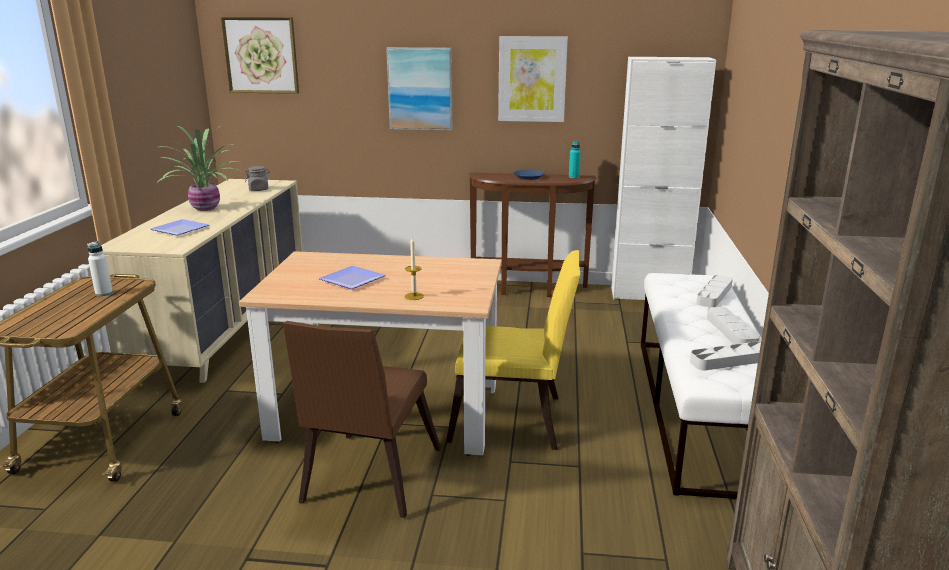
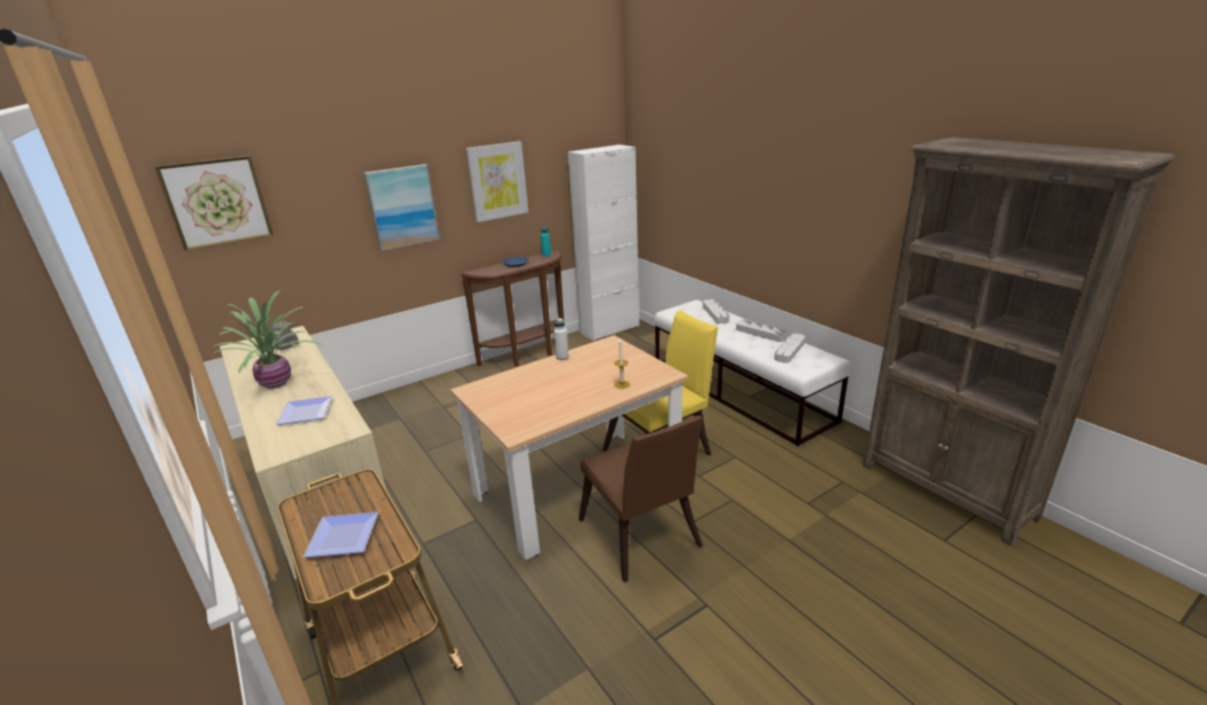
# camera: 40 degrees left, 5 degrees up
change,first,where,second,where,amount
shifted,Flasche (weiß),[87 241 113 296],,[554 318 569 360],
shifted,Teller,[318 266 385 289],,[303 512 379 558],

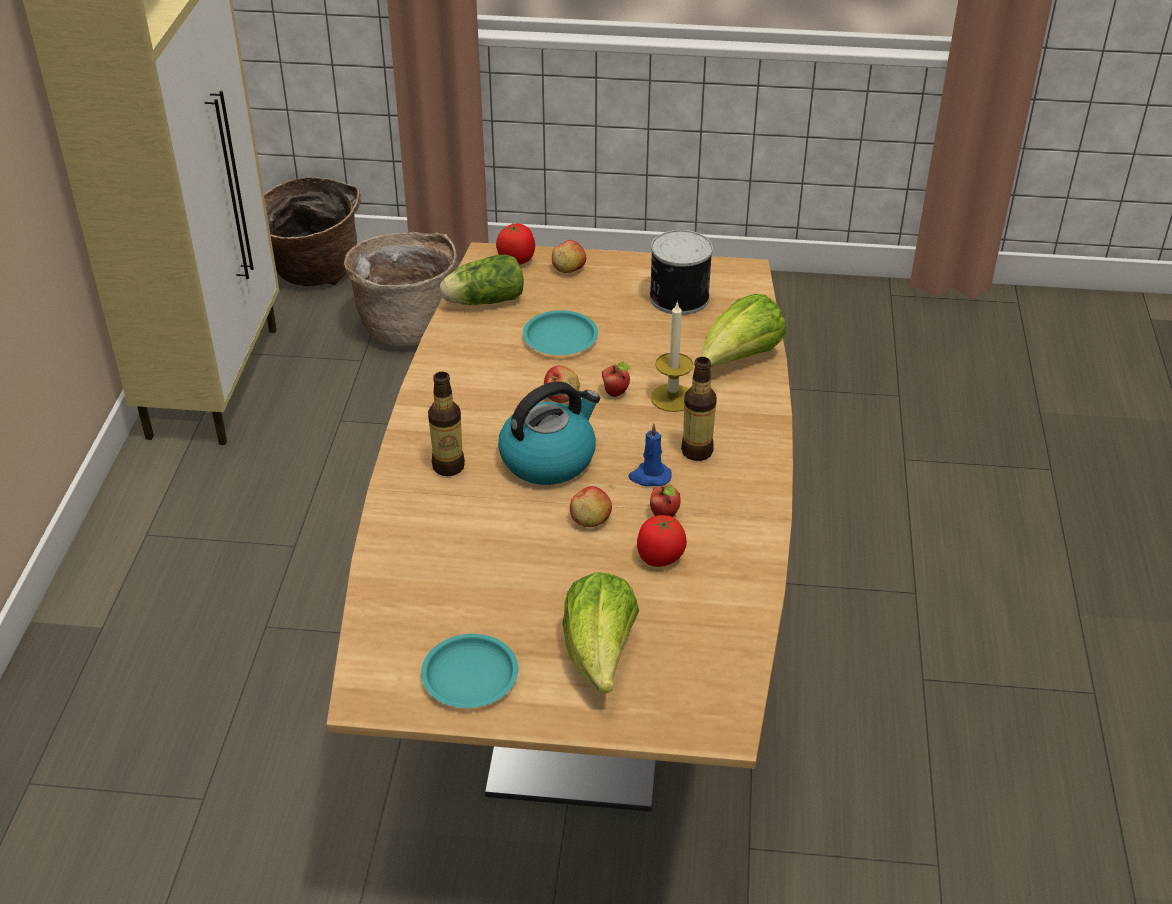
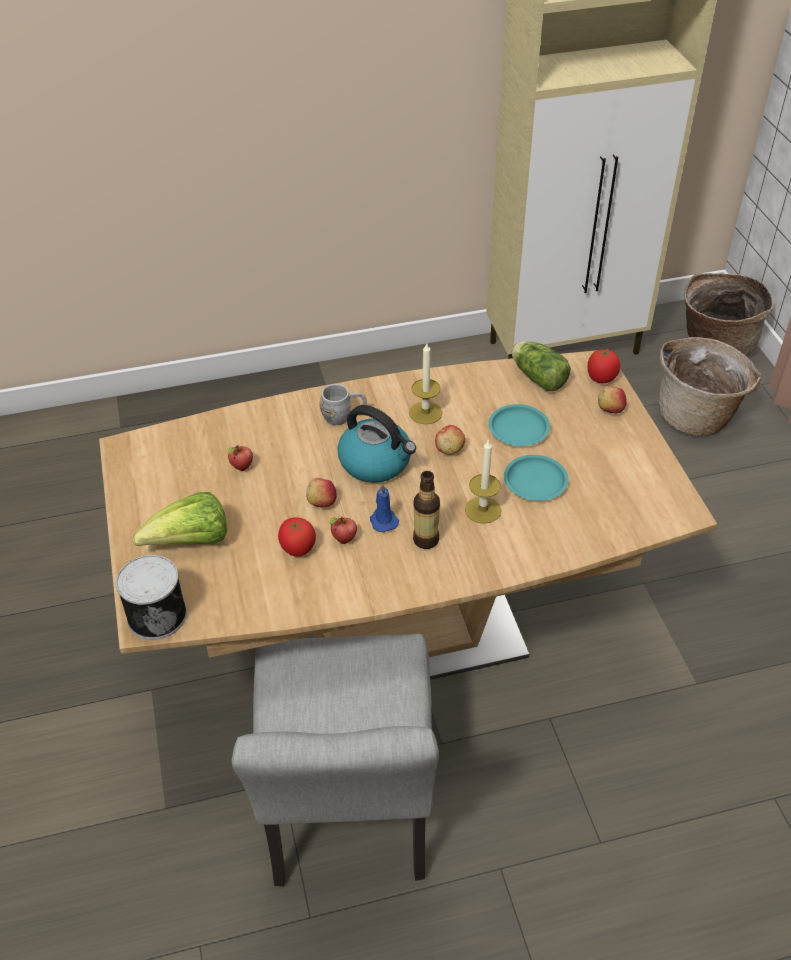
# camera: 70 degrees right, 5 degrees up
change,first,where,second,where,amount
gone,Salatkopf,[701 294 786 367],,,
new,,,Stuhl (grau),[232 634 439 887],
new,,,Kerze,[409 343 442 424],
shifted,Teller (türkis),[421 634 518 708],,[504 455 568 501],
shifted,Apfel,[602 361 630 397],,[228 445 253 471],
shifted,Dose,[649 230 713 315],,[116 555 187 640],
swapped,Flasche,[428 372 465 476],Henkelbecher (grau),[319 384 367 425],

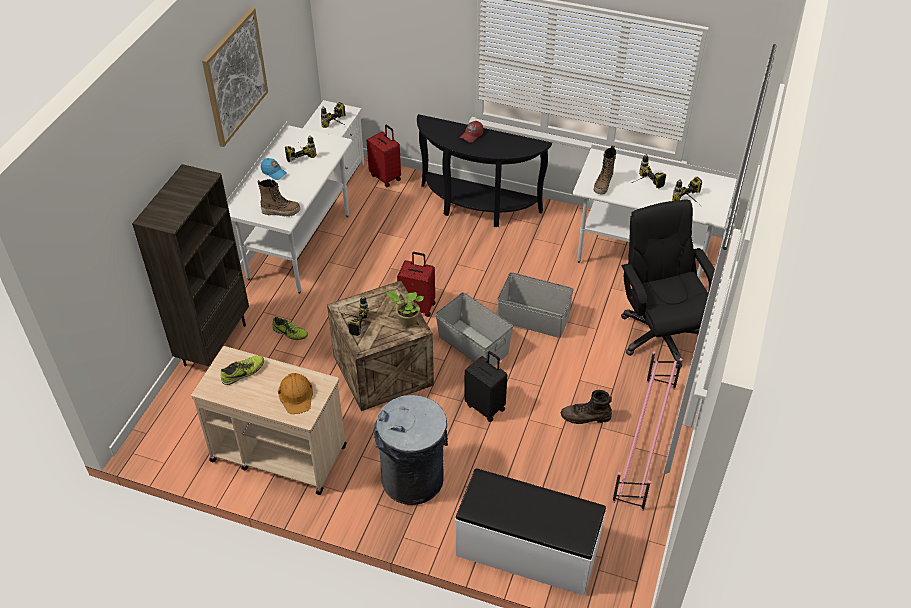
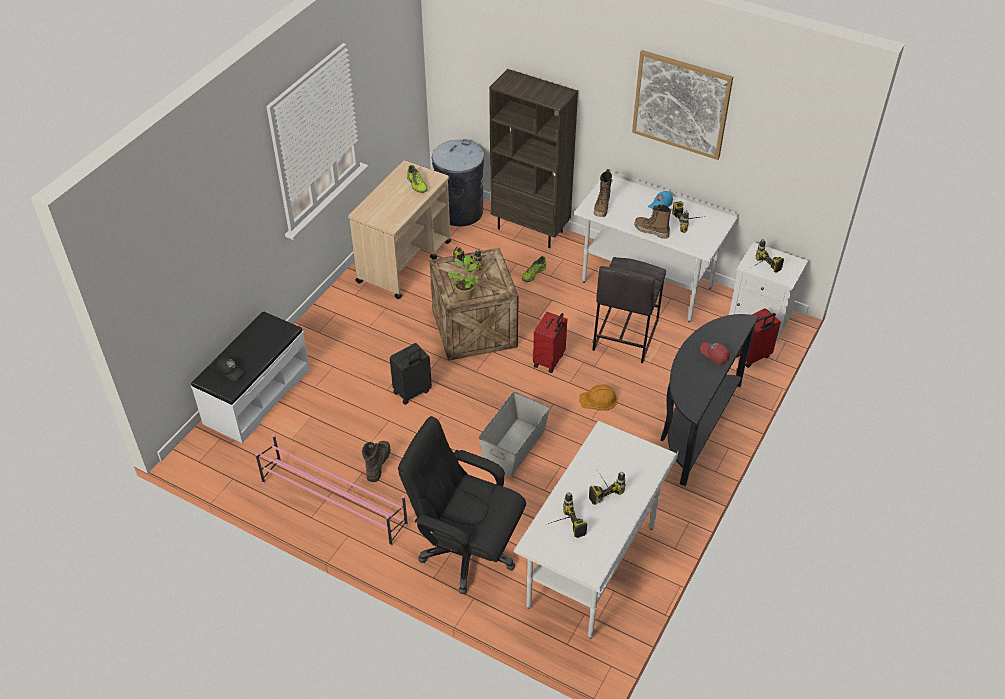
# camera: 100 degrees right, 0 degrees up
change,first,where,second,where,amount
gone,Aufbewahrungsbox (grau),[435 292 513 366],,,
new,,,Kappe (schwarz),[216 357 245 381],
new,,,Hocker (grau),[592 257 666 363],
shifted,Schutzhelm (orange),[278 373 313 414],,[579 384 618 411],
shifted,Mülleimer (grau),[374 395 448 505],,[432 139 484 226],
shifted,Stiefel,[594 145 616 194],,[634 205 672 239],
rotated,Bürostuhl (schwarz),[621 199 715 368],,[398 416 526 594],150 degrees counterclockwise

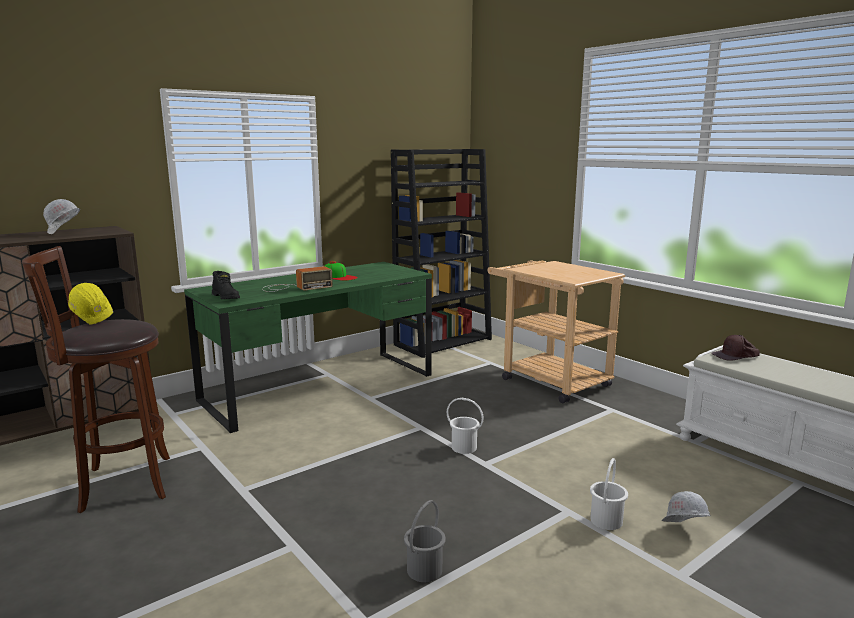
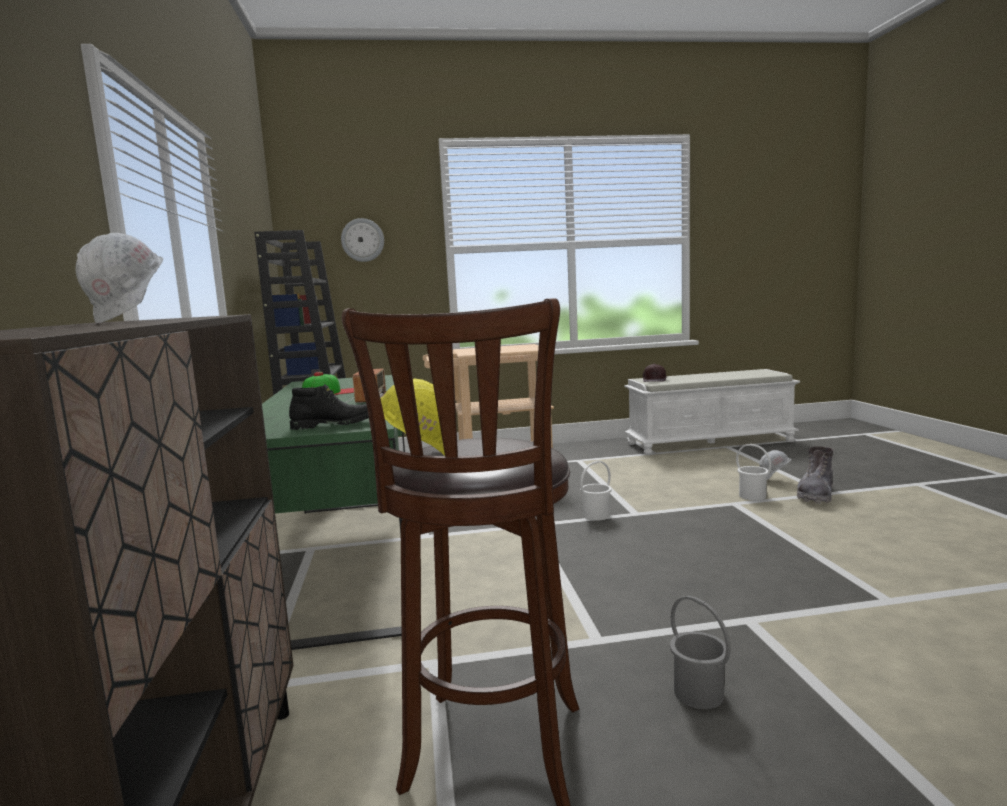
# camera: 60 degrees left, 5 degrees down
change,first,where,second,where,amount
new,,,Wanduhr,[341 218 384 262],
new,,,Stiefel (grau),[797 446 833 504],
shifted,Eimer (grau),[404 500 446 582],,[670 596 731 709],

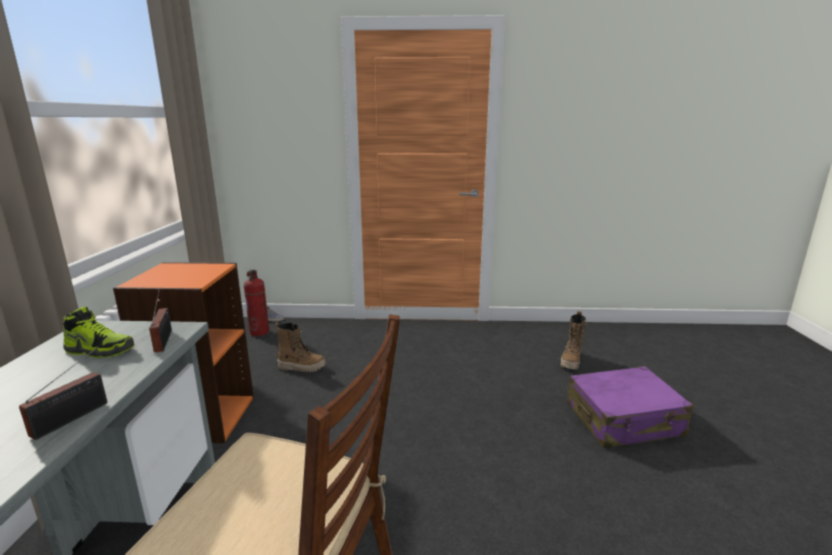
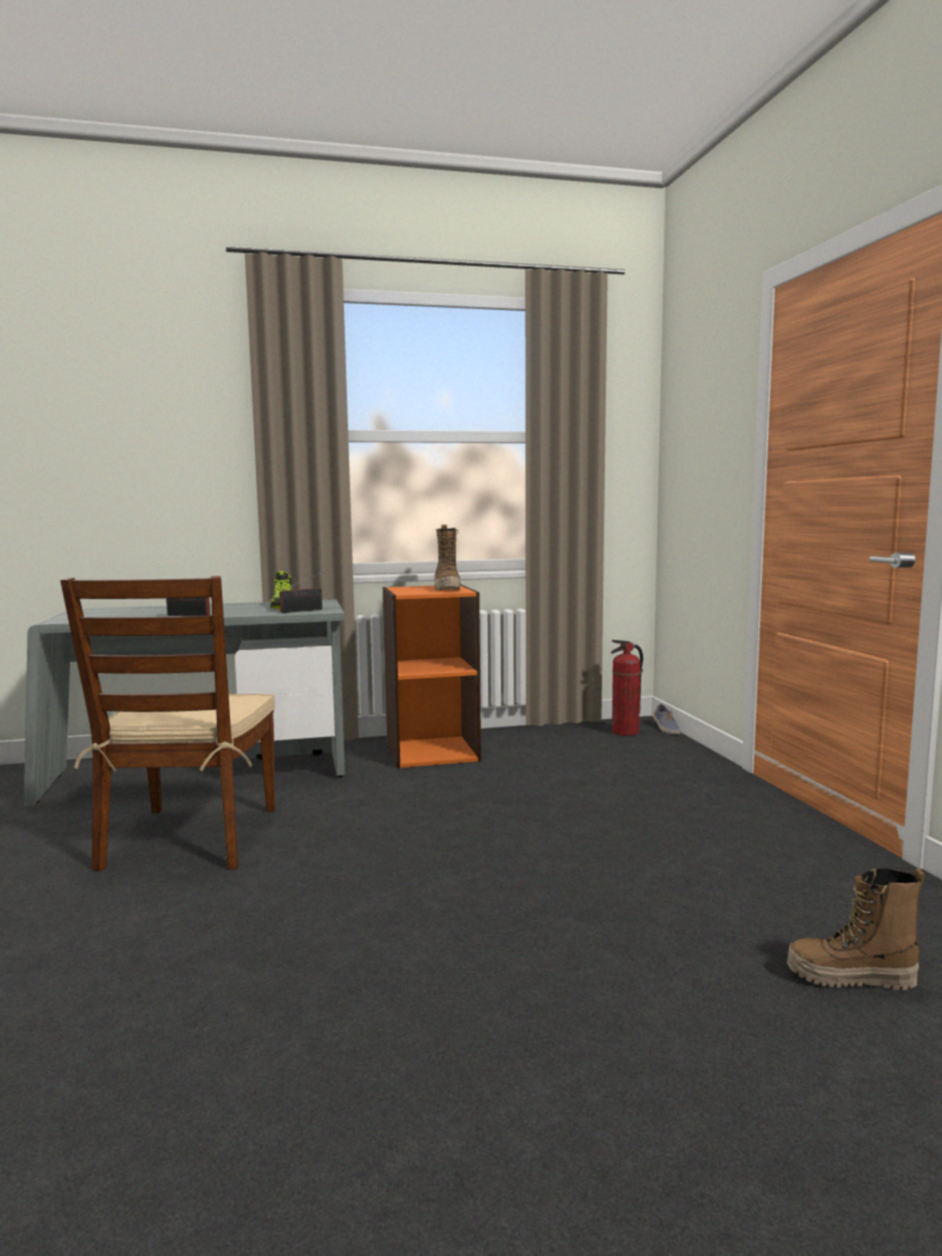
# camera: 75 degrees right, 10 degrees down
change,first,where,second,where,amount
gone,Koffer (lila),[567 366 693 448],,,
shifted,Stiefel,[275 322 326 372],,[434 525 461 590],

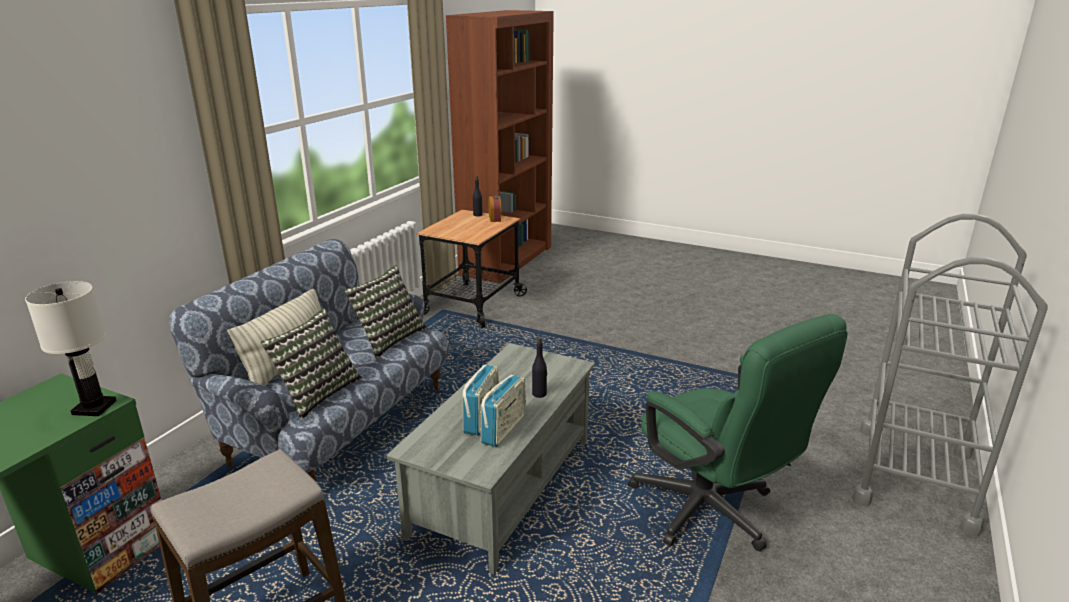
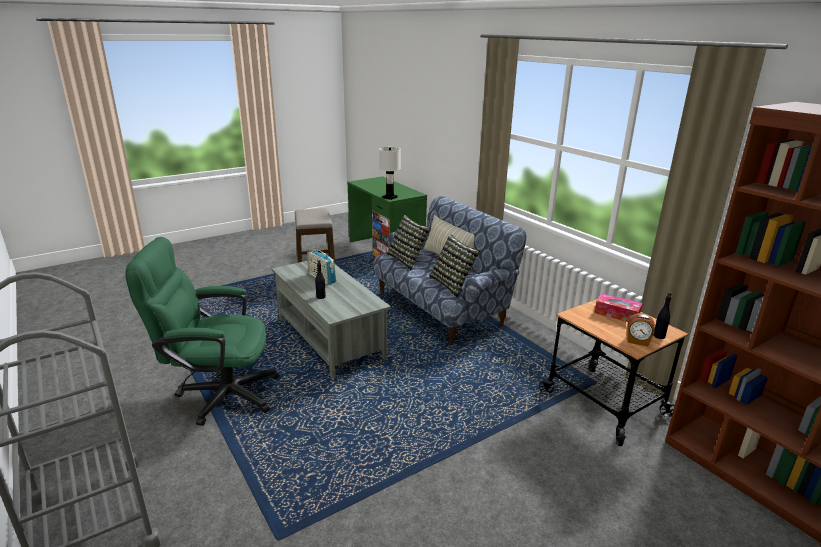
# camera: 120 degrees right, 0 degrees up
change,first,where,second,where,amount
gone,Radio,[481 375 526 447],,,
new,,,Taschentuchbox,[594 293 643 322],

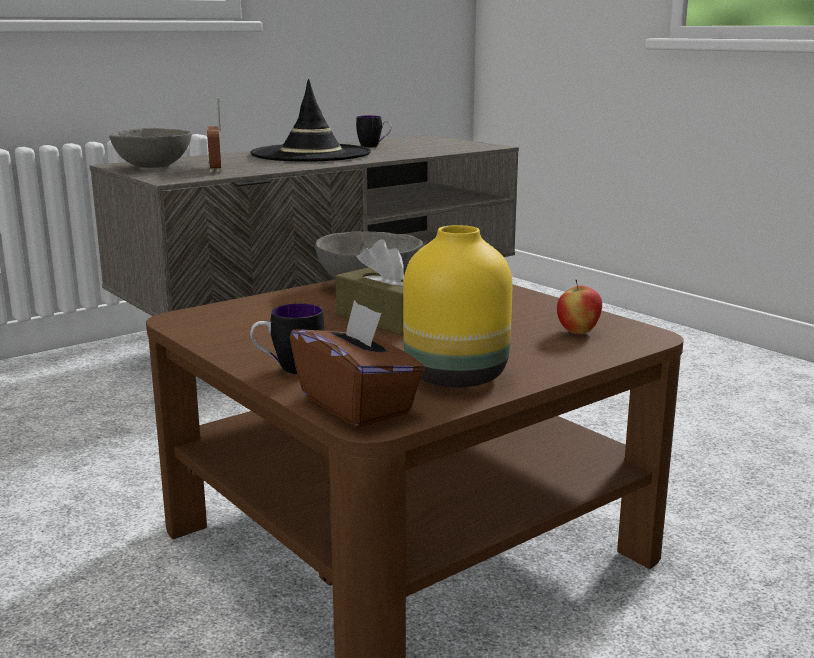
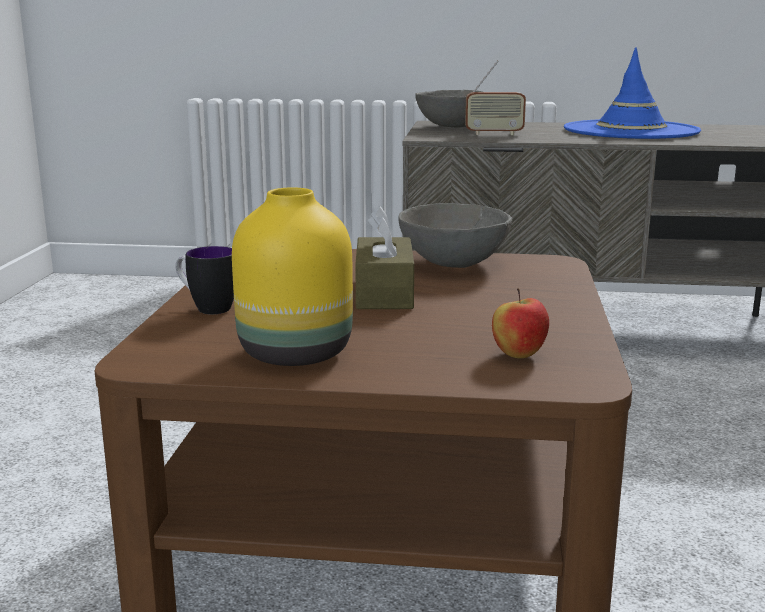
# camera: 45 degrees right, 0 degrees up
change,first,where,second,where,amount
gone,Taschentuchbox (braun),[290 300 425 427],,,
gone,Henkelbecher,[356 116 392 148],,,
repainted,Hut (schwarz),[251 79 371 162],Hut (blau),[564 47 701 139],
rotated,Radio,[207 97 222 173],,[465 60 526 135],120 degrees counterclockwise

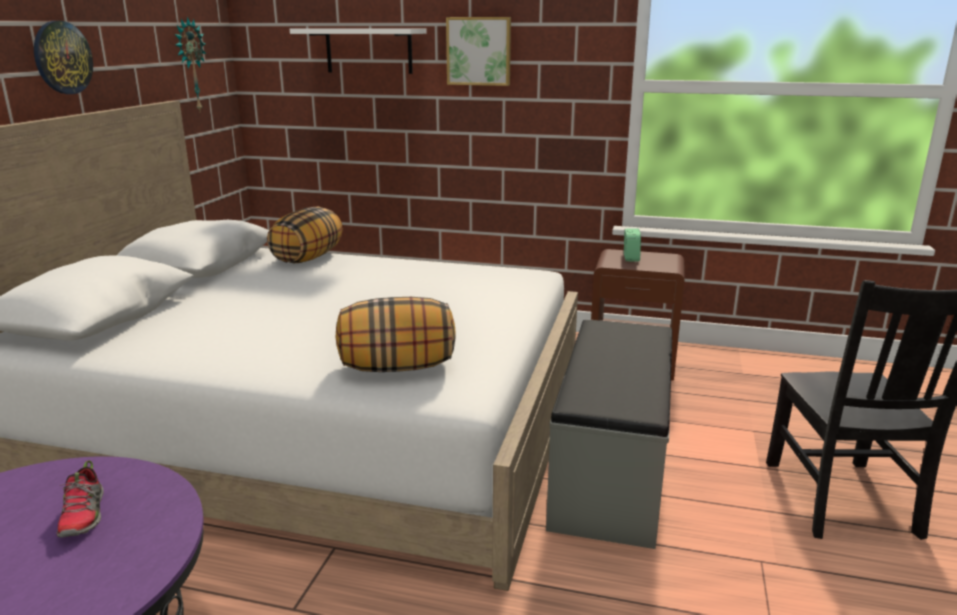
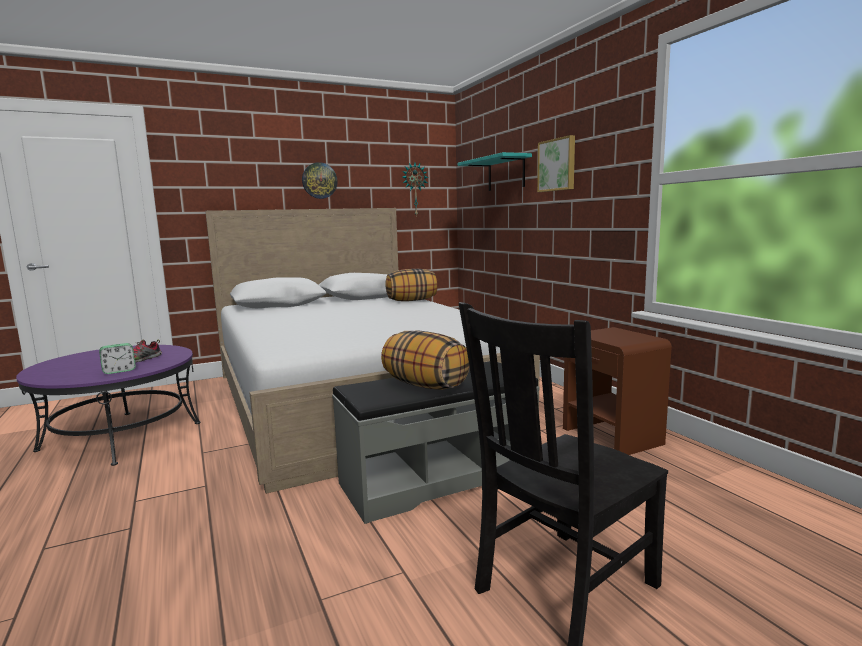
# camera: 50 degrees right, 10 degrees down
change,first,where,second,where,amount
shifted,Kissen,[336 297 456 372],,[381 331 469 390],
shifted,Wecker,[624 228 641 262],,[99 343 136 374],
repainted,Wandregal (weiß),[290 28 427 74],Wandregal (türkis),[458 152 532 191],

